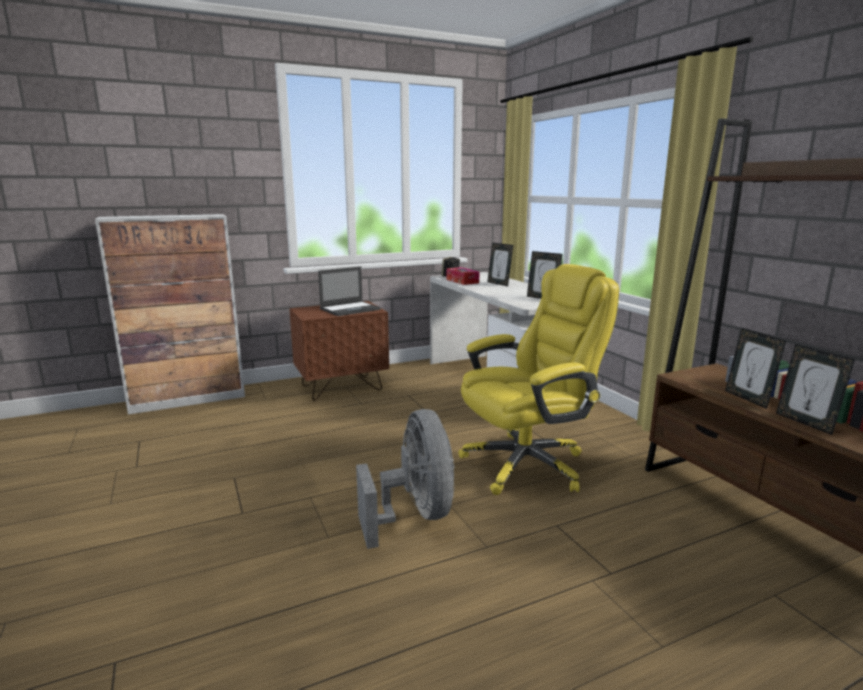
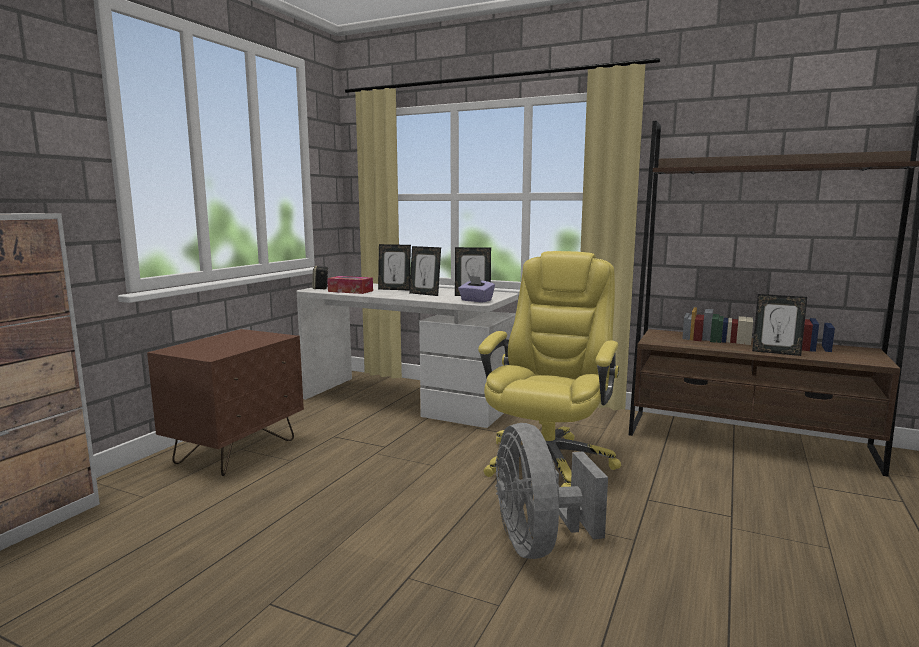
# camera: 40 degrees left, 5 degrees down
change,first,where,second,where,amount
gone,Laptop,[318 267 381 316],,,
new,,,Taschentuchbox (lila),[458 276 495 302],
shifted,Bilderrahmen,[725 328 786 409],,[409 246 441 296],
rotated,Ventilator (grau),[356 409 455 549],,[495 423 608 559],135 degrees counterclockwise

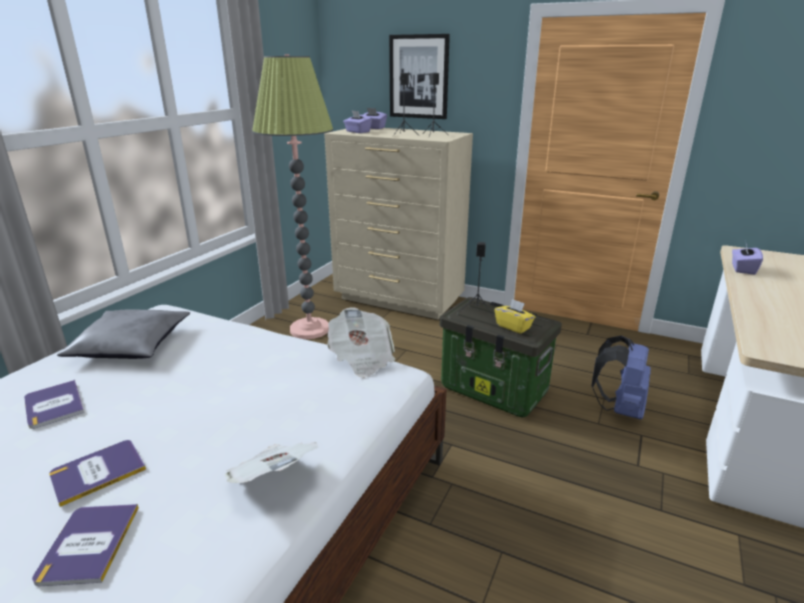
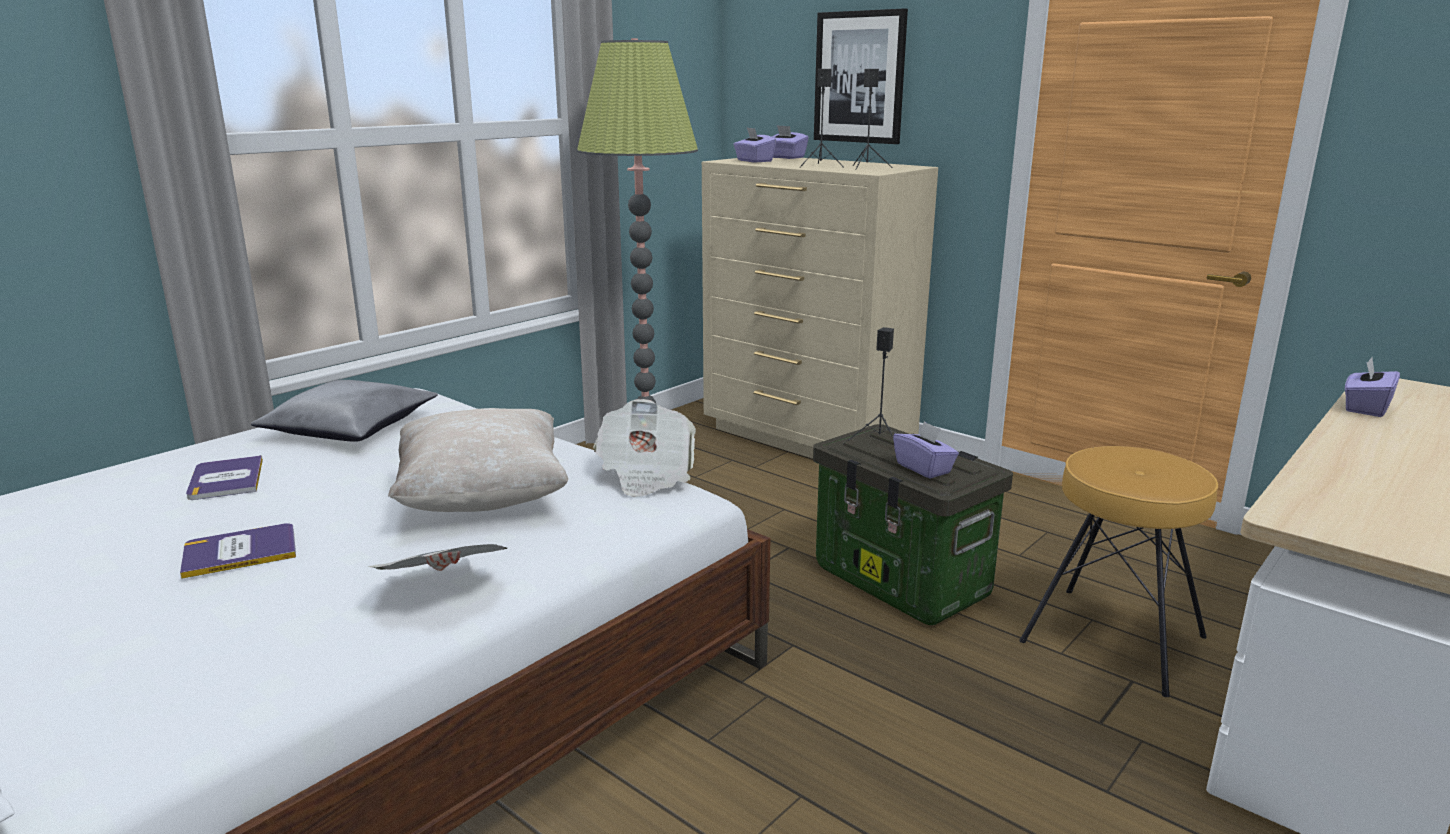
# camera: 15 degrees right, 5 degrees down
change,first,where,second,where,amount
gone,Buch,[32 504 139 586],,,
new,,,Kissen (beige),[388 408 568 512],
swapped,Rucksack (blau),[592 336 651 420],Hocker (braun),[1019 446 1218 697],
repainted,Taschentuchbox (gelb),[495 299 535 334],Taschentuchbox (lila),[893 421 959 478],

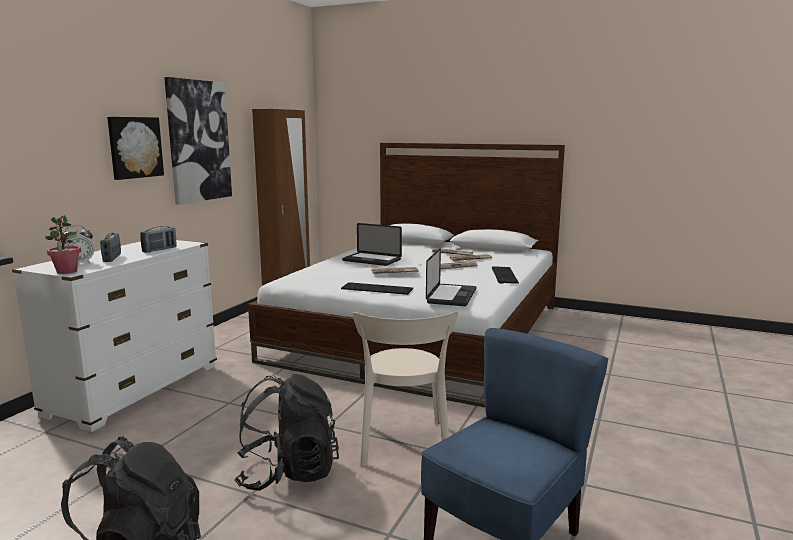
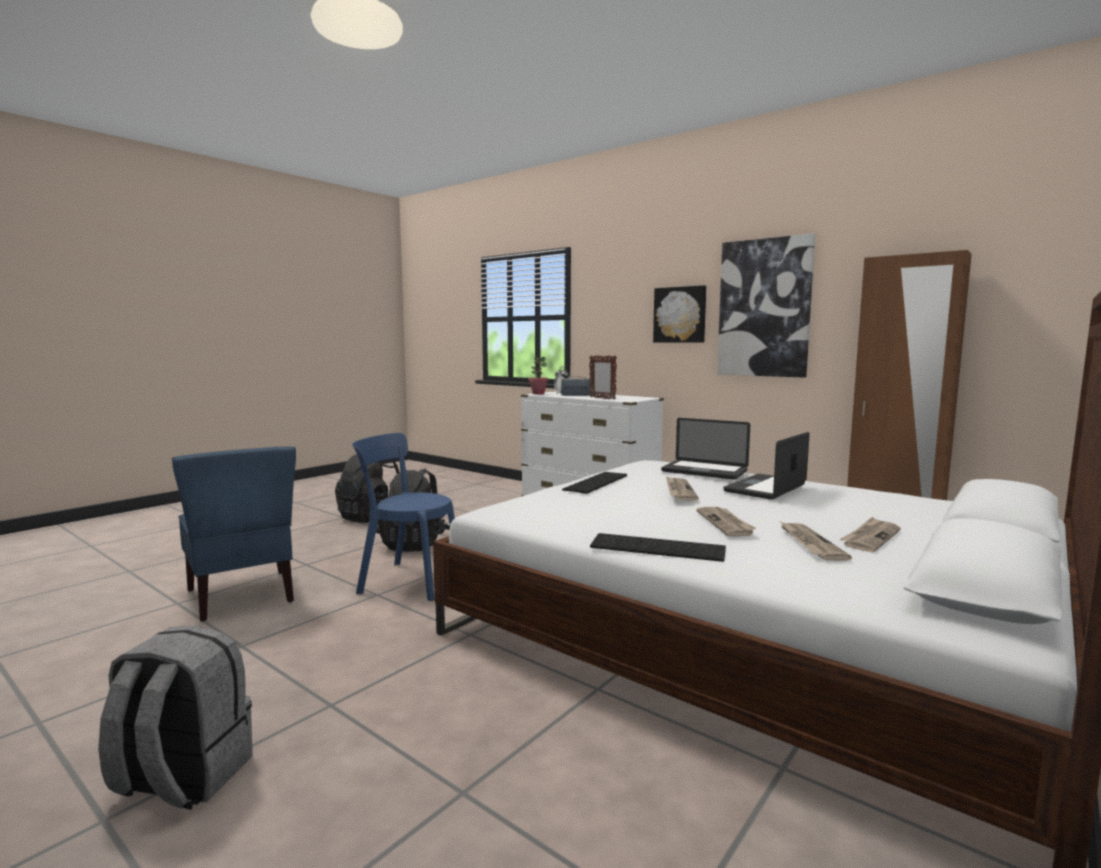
# camera: 105 degrees right, 5 degrees down
change,first,where,second,where,amount
new,,,Rucksack (grau),[98 625 253 809],
shifted,Laptop,[426 248 476 306],,[661 418 750 480],
swapped,Radio,[140 226 176 252],Bilderrahmen,[589 355 617 400],
repainted,Stuhl (beige),[353 311 458 466],Stuhl (blau),[352 433 455 601],

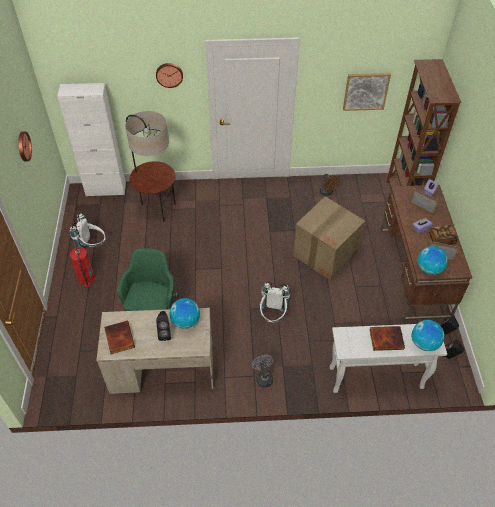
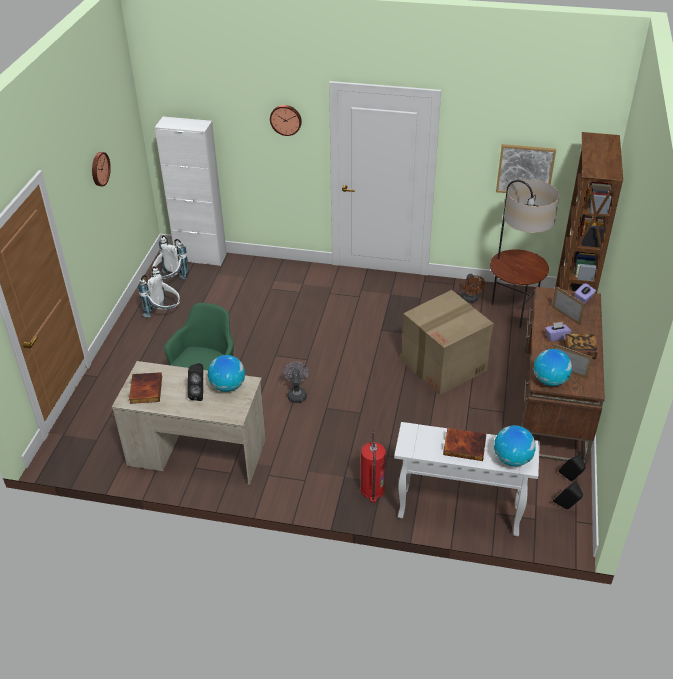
# camera: 15 degrees right, 10 degrees down
change,first,where,second,where,amount
shifted,Feuerlöscher,[70 240 95 288],,[360 431 386 503],
shifted,Stehlampe,[125 111 176 222],,[490 180 559 328],
shifted,Ventilator (grau),[252 355 273 387],,[283 362 309 403],
shifted,Rucksack (weiß),[260 281 290 322],,[152 235 189 279],

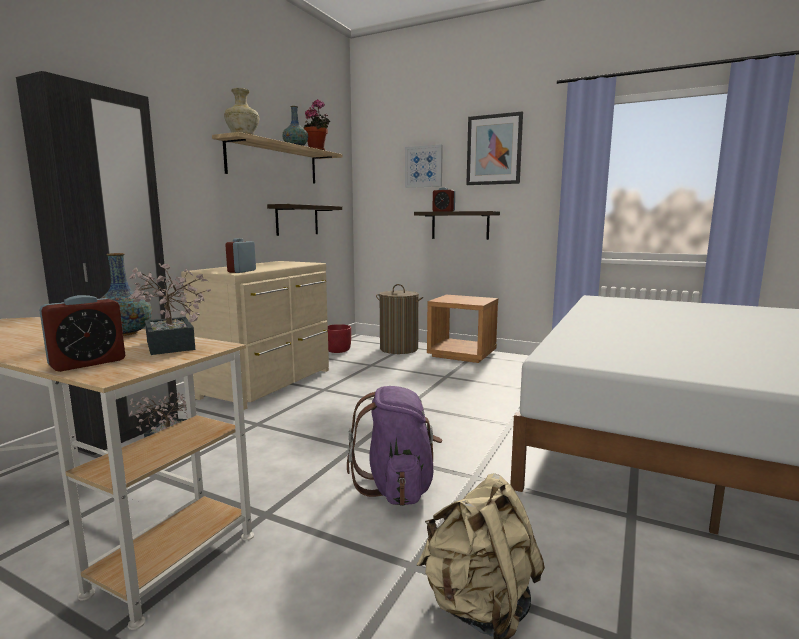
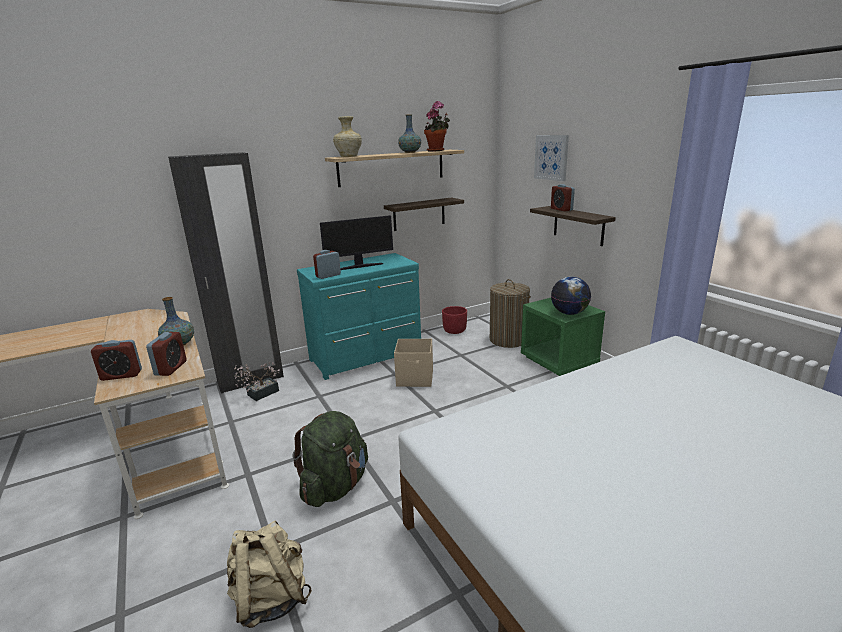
# camera: 35 degrees right, 10 degrees up
change,first,where,second,where,amount
gone,Bild,[466 111 523 185],,,
new,,,Monitor,[320 215 393 270],
new,,,Aufbewahrungsbox (beige),[394 339 433 387],
new,,,Globus,[551 277 591 315],
swapped,Topfpflanze,[128 263 211 355],Wecker,[146 332 186 376],
repainted,Kommode (beige),[181 261 329 410],Kommode (türkis),[297 253 421 380],
repainted,Rucksack (lila),[347 386 443 506],Rucksack (grün),[292 411 368 507],
repainted,Nachttisch (braun),[427 295 498 363],Nachttisch (grün),[521 298 605 376],

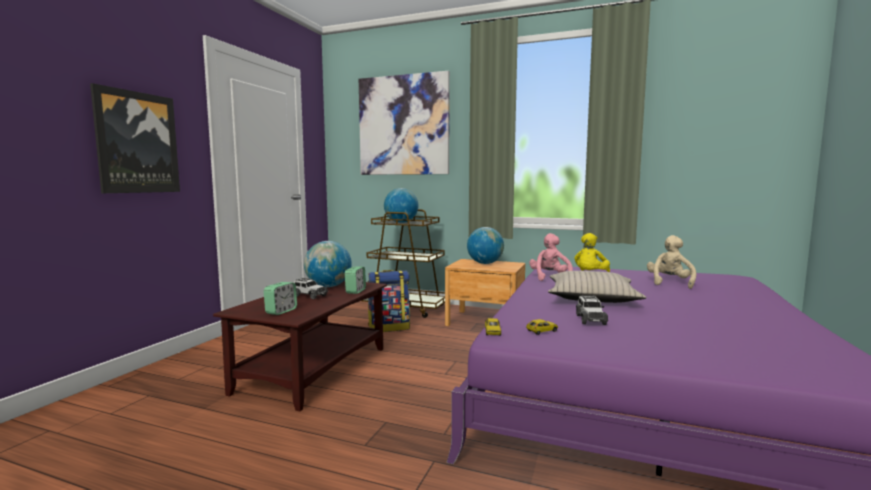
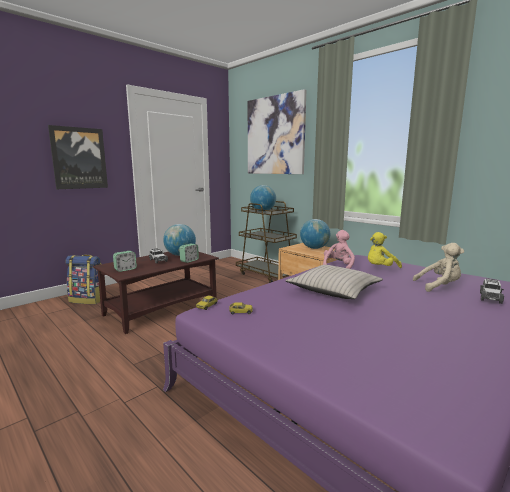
# camera: 25 degrees right, 5 degrees up
change,first,where,second,where,amount
shifted,Rucksack,[368 270 410 332],,[65 254 101 304],
shifted,Spielzeugauto,[576 295 608 325],,[480 278 504 304],
rotated,Plüschtier (beige),[647 235 696 289],,[413 243 464 292],45 degrees clockwise

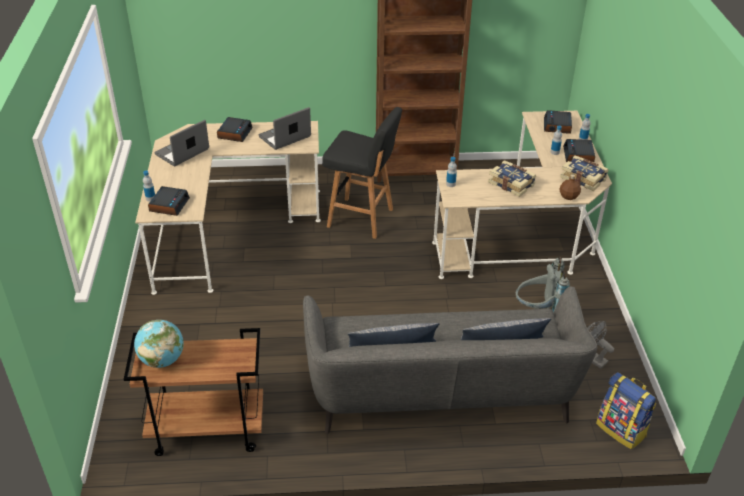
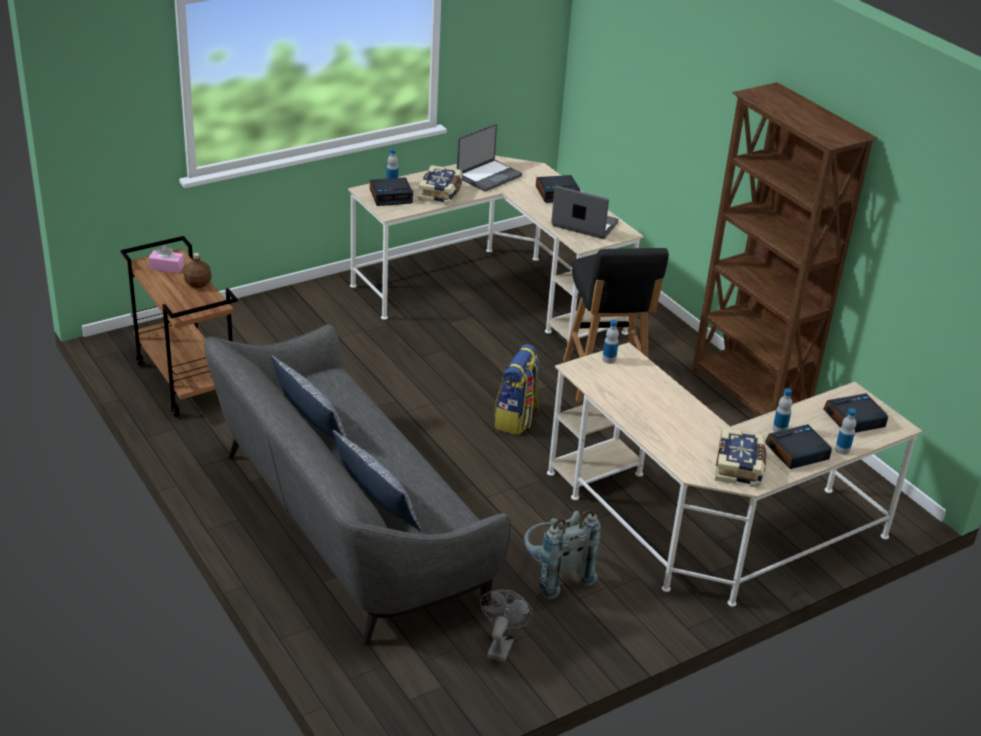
# camera: 60 degrees right, 5 degrees down
change,first,where,second,where,amount
shifted,Buch,[488 160 536 197],,[418 165 463 205],
shifted,Flasche (braun),[560 174 581 200],,[184 253 212 288],
shifted,Rucksack,[596 372 656 449],,[494 344 539 435],
swapped,Globus,[134 320 184 368],Taschentuchbox (rosa),[148 245 184 273],
rotated,Laptop,[154 120 209 166],,[457 124 522 192],120 degrees clockwise

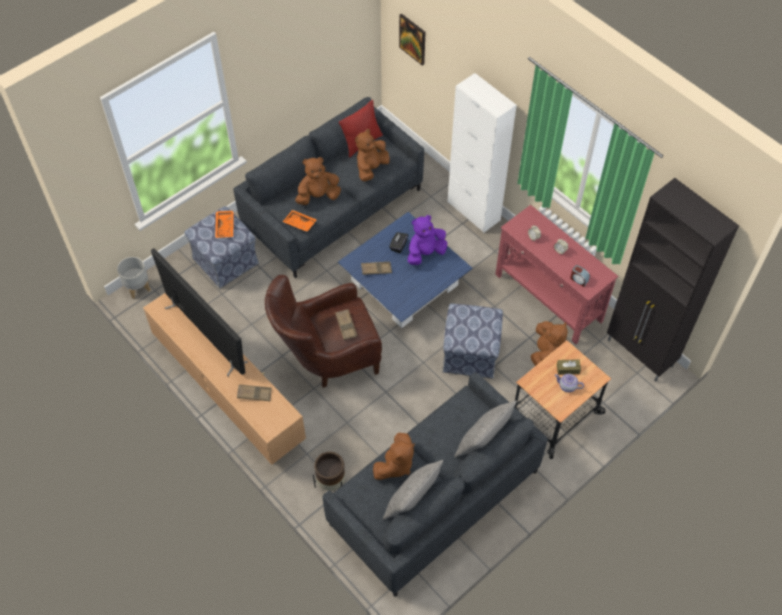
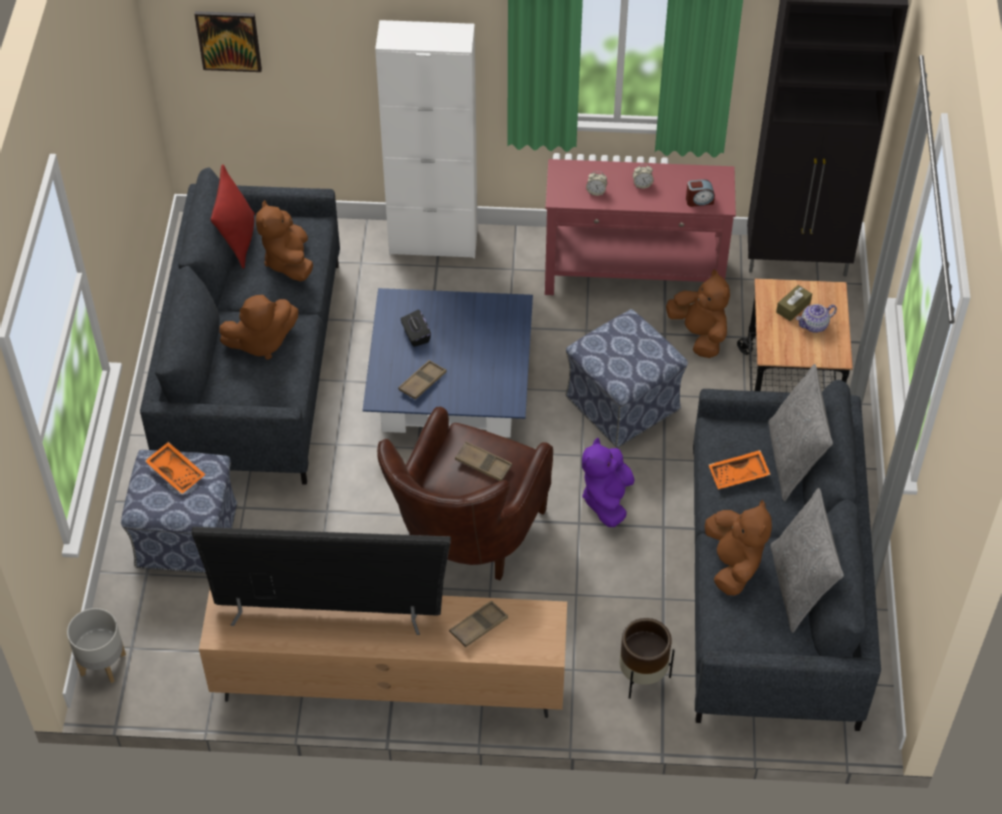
# camera: 45 degrees left, 5 degrees down
change,first,where,second,where,amount
shifted,Tablett (orange),[282 210 317 232],,[709 450 771 489],
shifted,Plüschtier (lila),[408 215 447 265],,[582 438 635 527],
rotated,Plüschtier (braun),[295 157 341 205],,[219 295 299 360],135 degrees counterclockwise

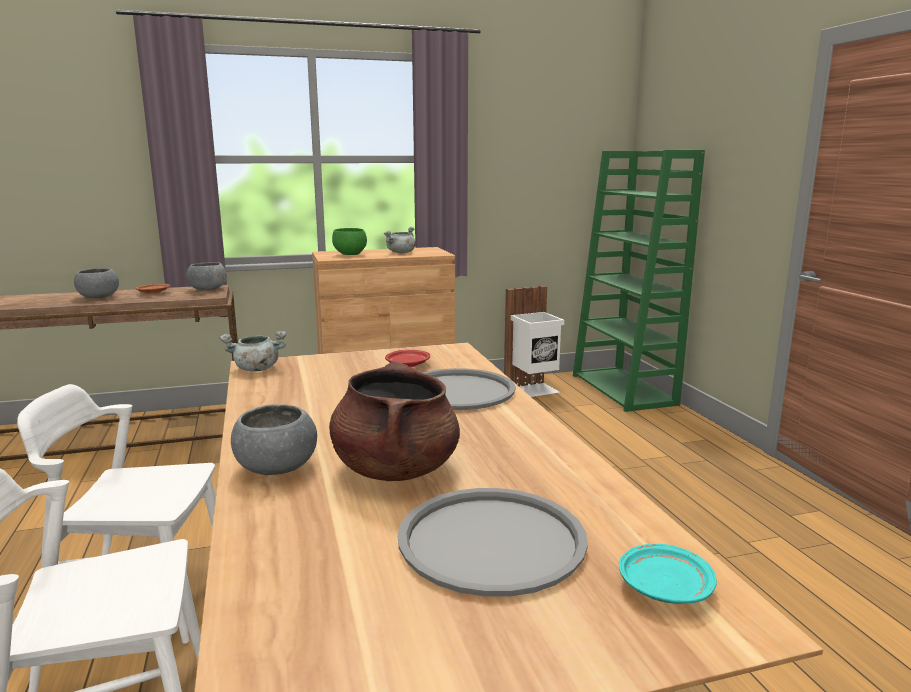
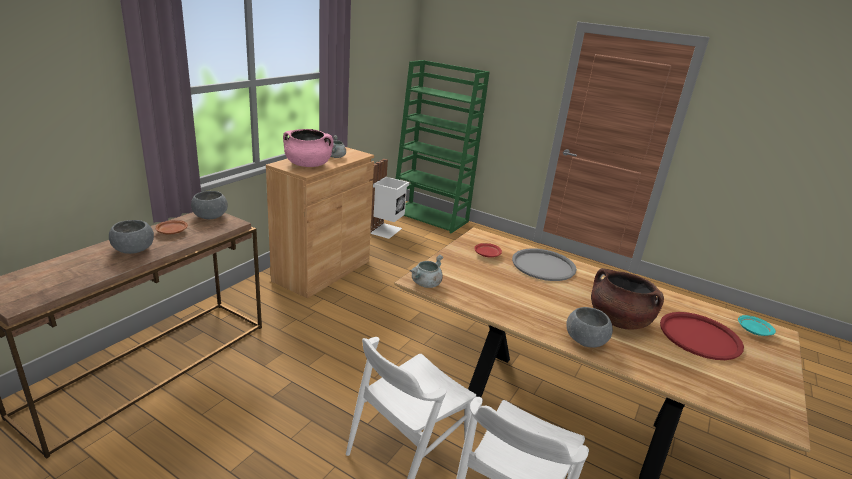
# camera: 45 degrees left, 10 degrees up
change,first,where,second,where,amount
swapped,Schüssel (grün),[332 228 367 255],Kochtopf (rosa),[283 129 334 167],
repainted,Tablett (grau),[398 488 588 597],Tablett (rot),[660 312 744 360],

